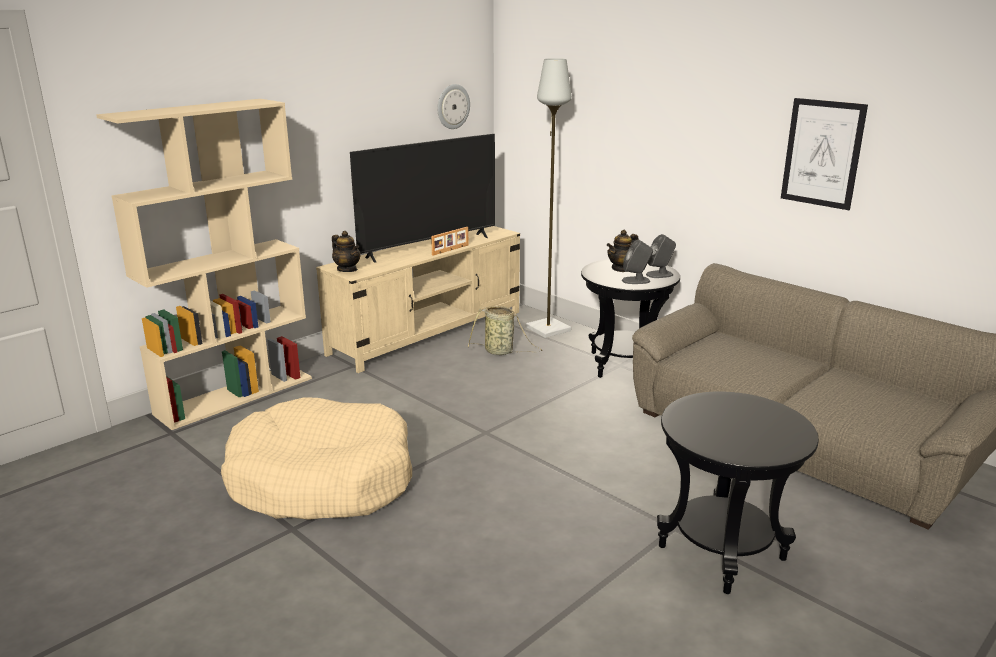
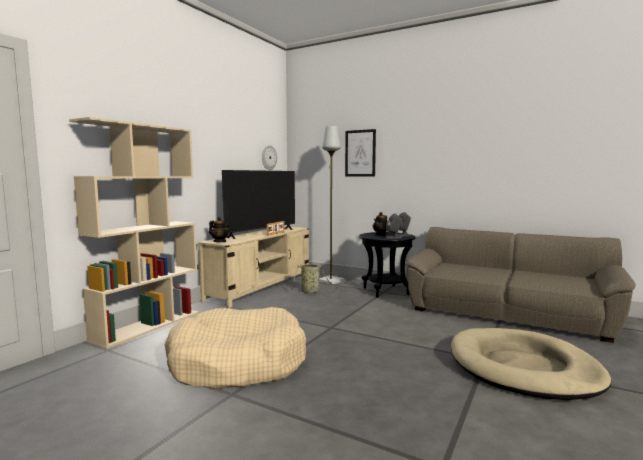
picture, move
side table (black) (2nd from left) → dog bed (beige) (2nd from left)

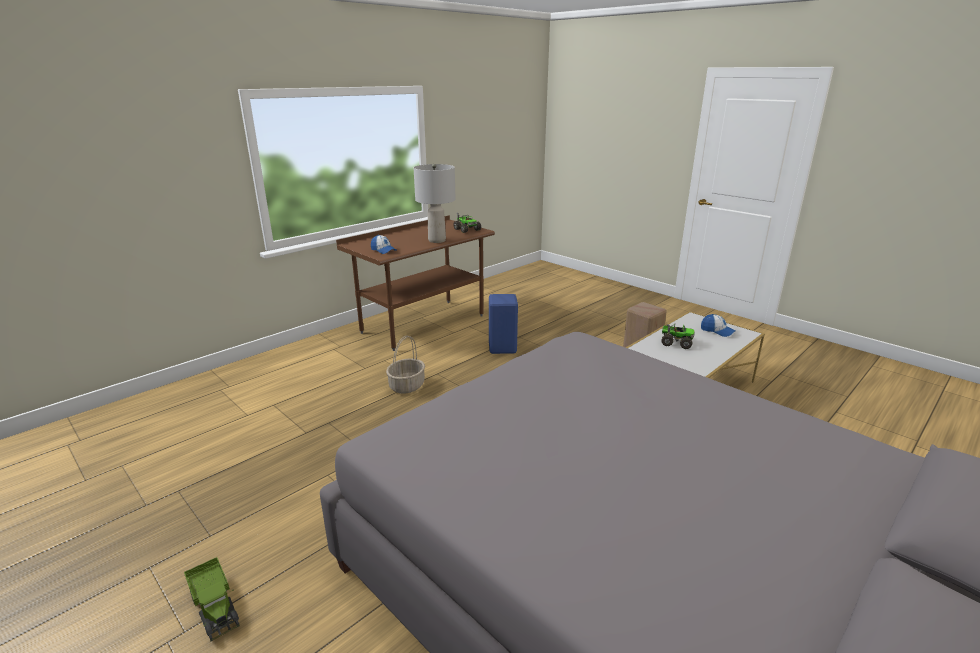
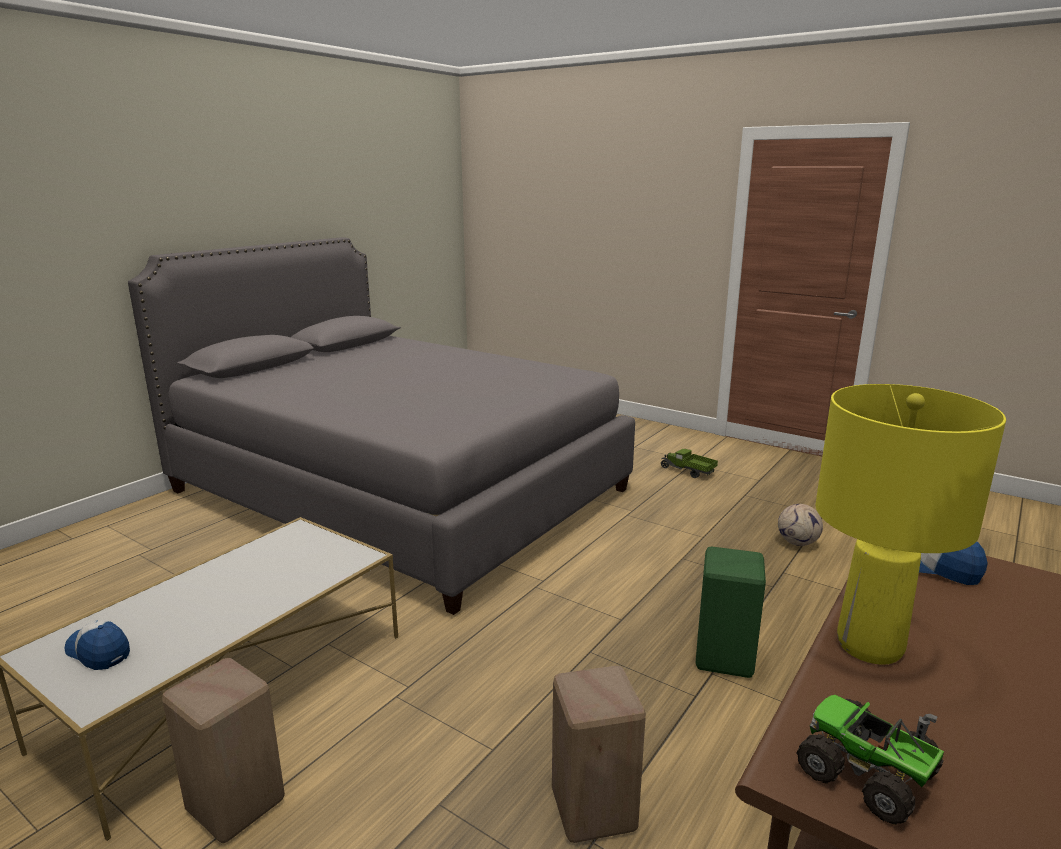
table lamp (grey) → table lamp (yellow)
stool (blue) → stool (beige) (2nd from left)
toy truck (3rd from left) → -
basket → stool (green)
- → football

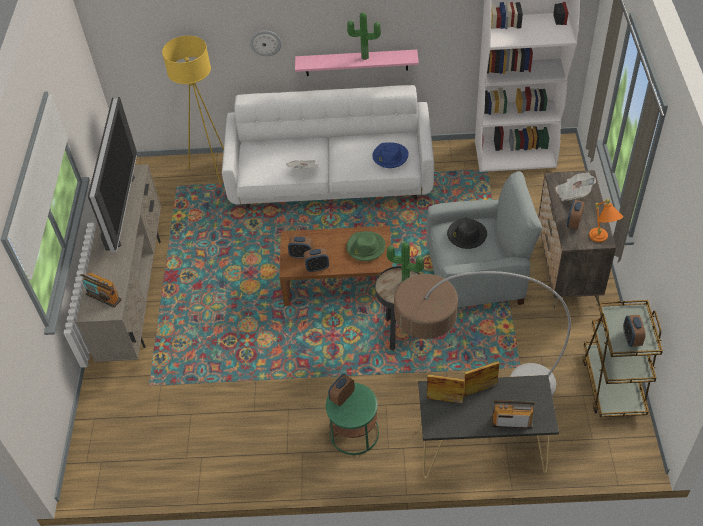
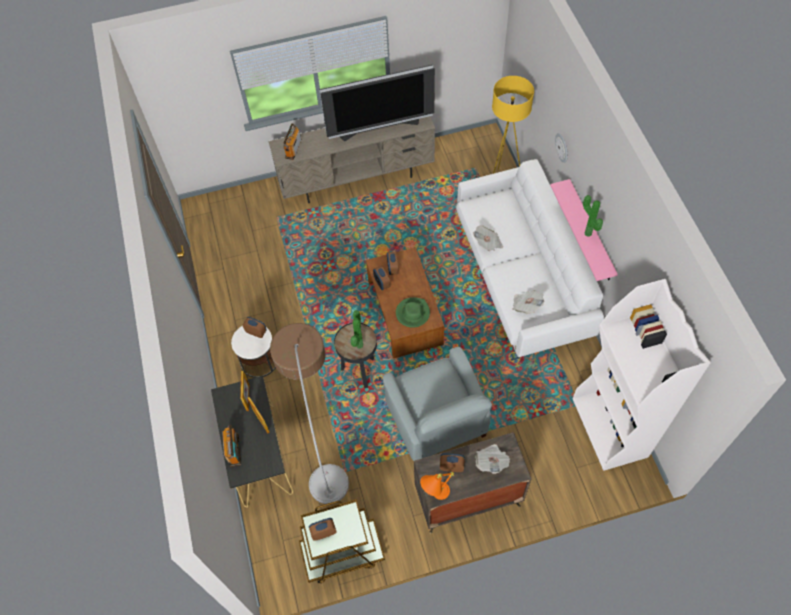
hat (blue) → newspaper (3rd from left)
hat (black) → -
side table (green) → side table (white)

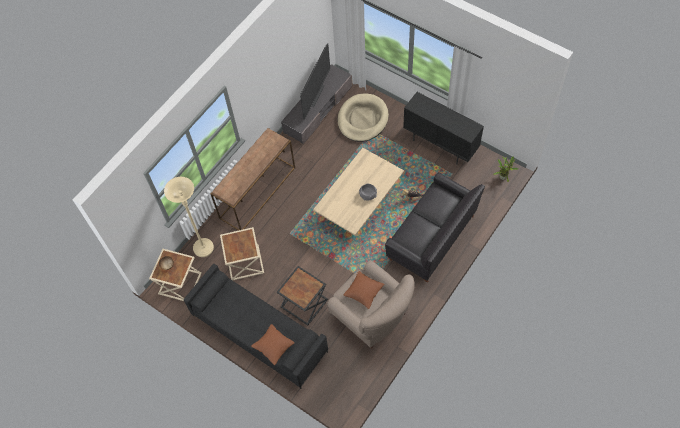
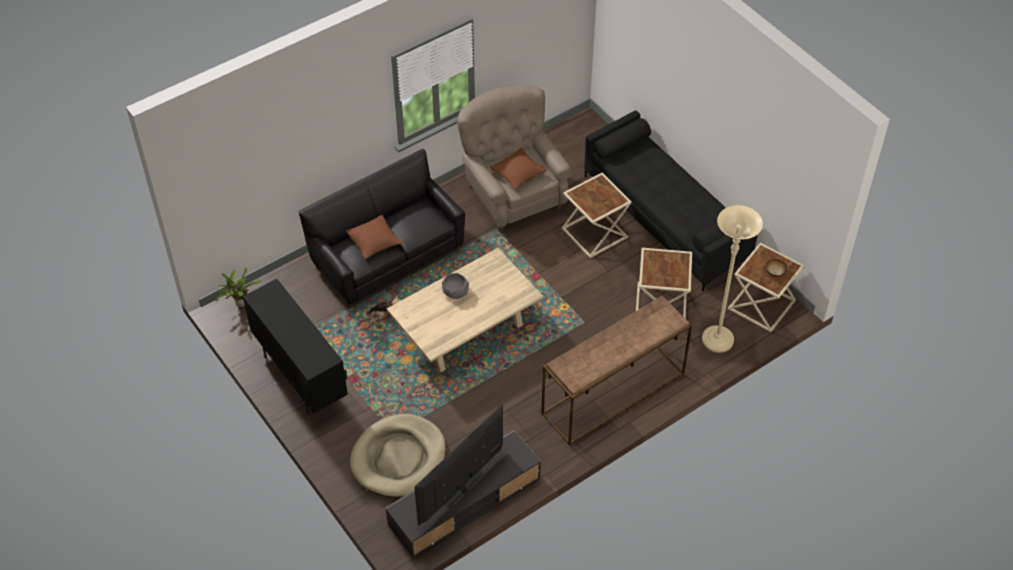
side table (black) → side table (beige) (1st from left)
pillow (brown) (1st from left), move

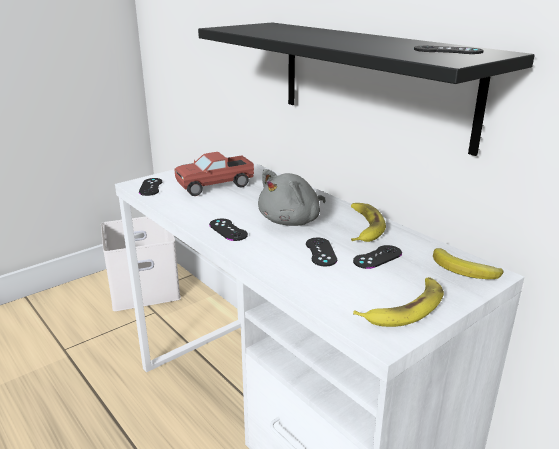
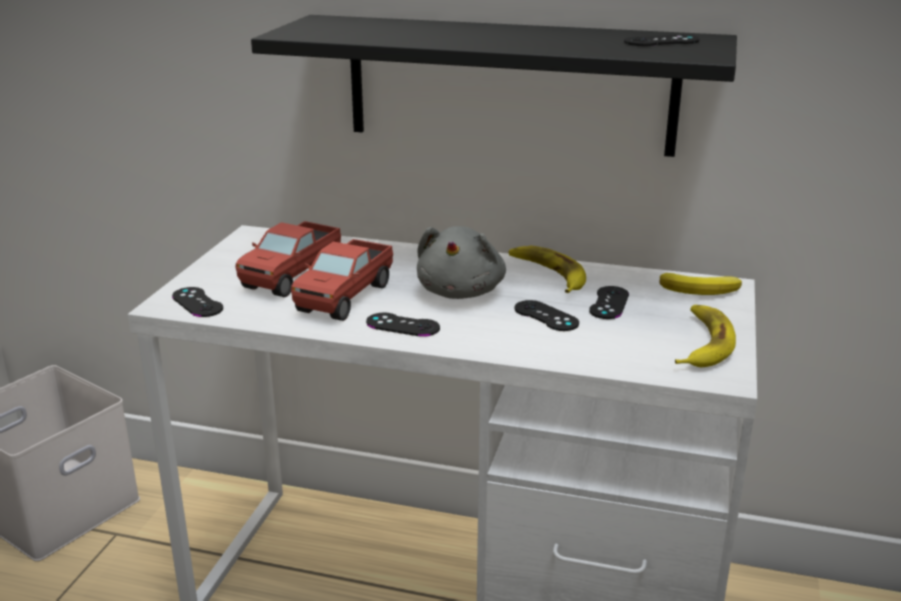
- → toy truck (2nd from left)

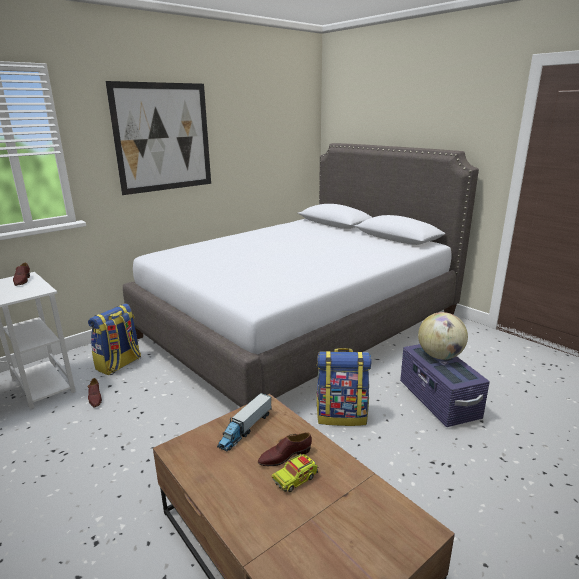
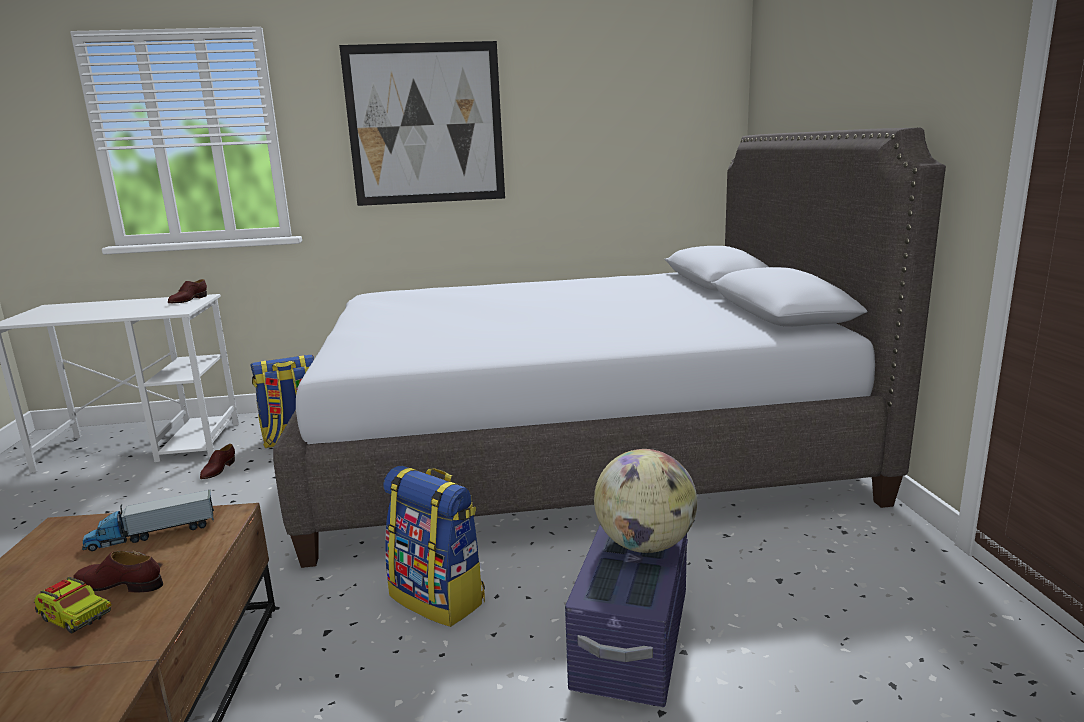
toy truck (2nd from left in the first image) → toy truck (1st from left), 150 degrees counterclockwise

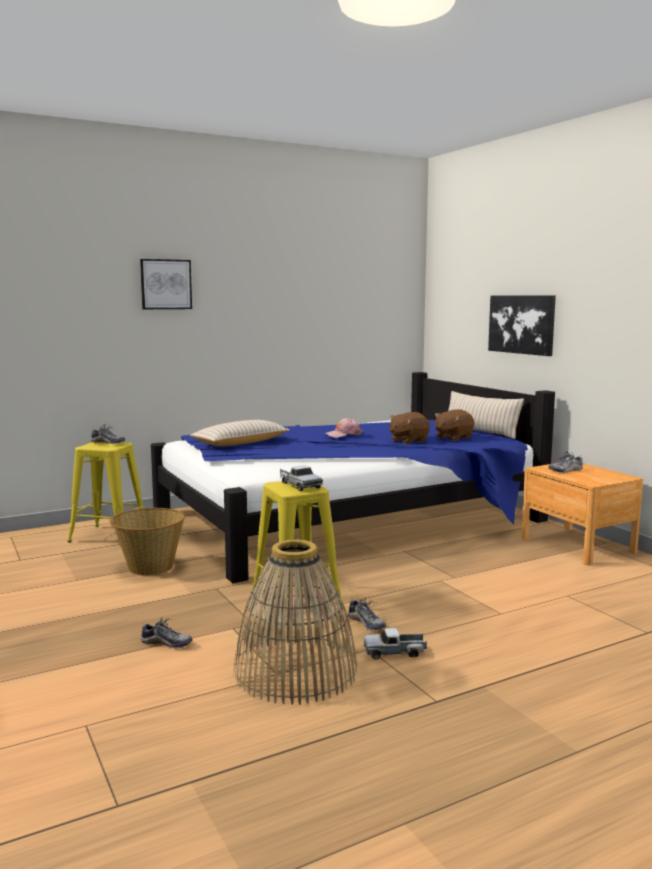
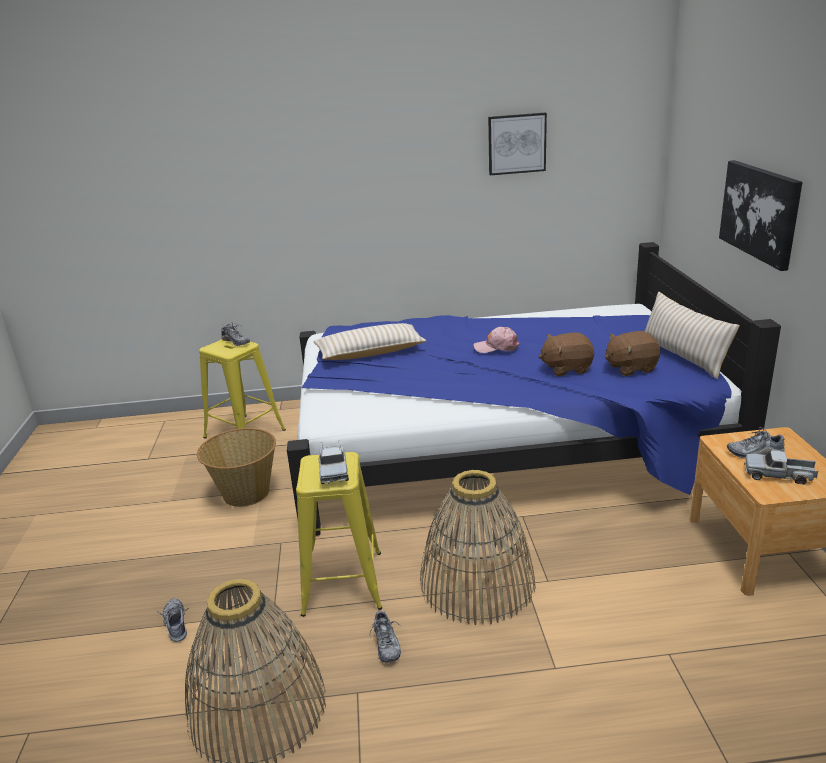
picture (1st from left), move
shoe (2nd from left in the first image) → shoe (1st from left), 150 degrees counterclockwise
toy truck (2nd from left), move
- → basket (3rd from left)

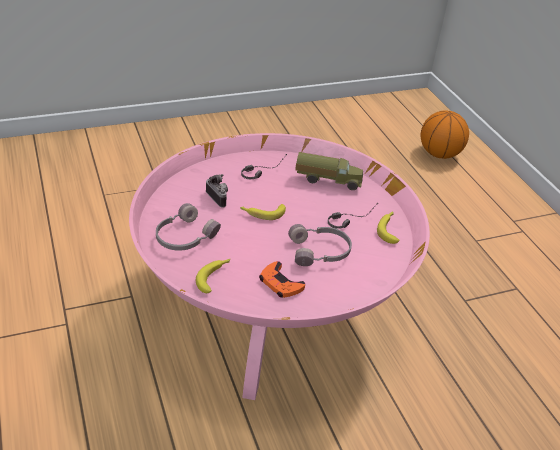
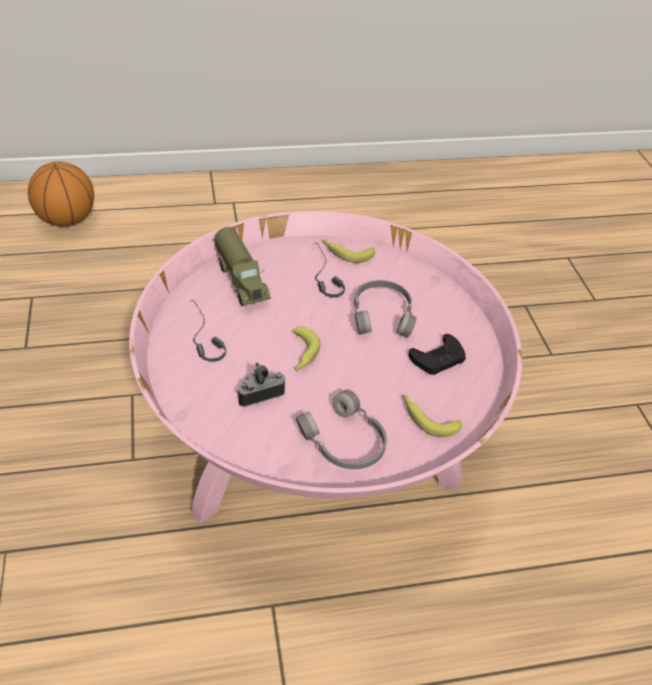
toy truck, 135 degrees clockwise
game controller (orange) → game controller (black)

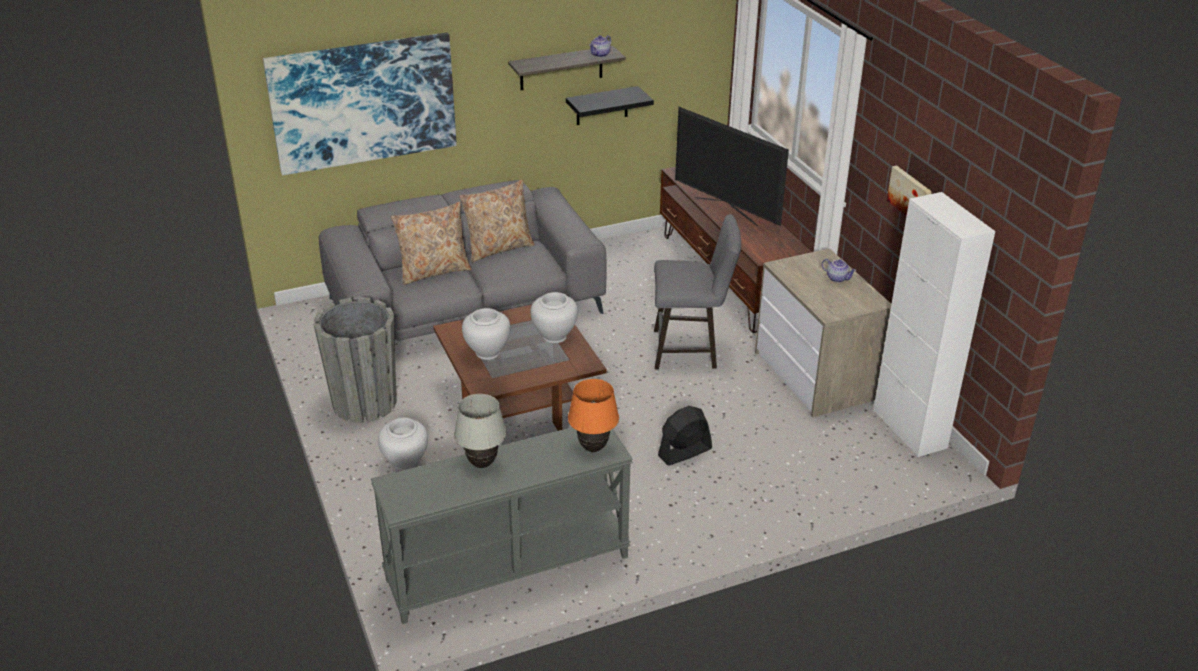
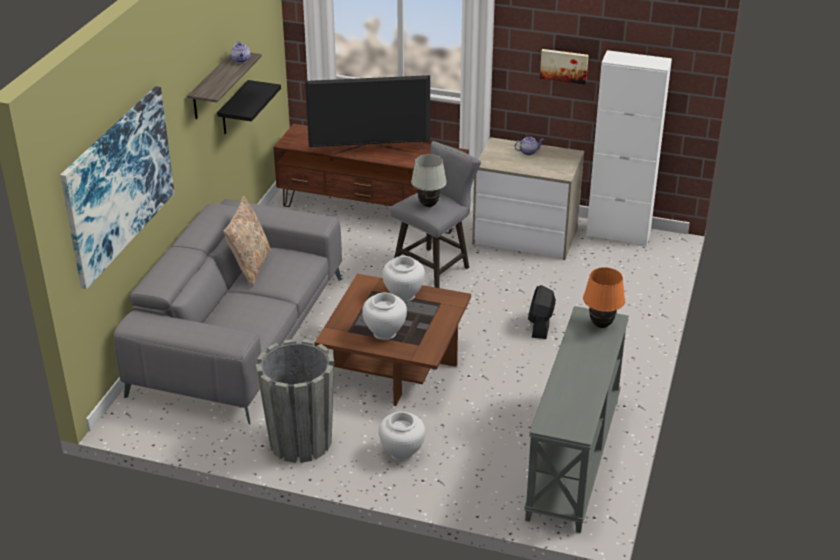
pillow (beige) (1st from left) → -
table lamp (white), move

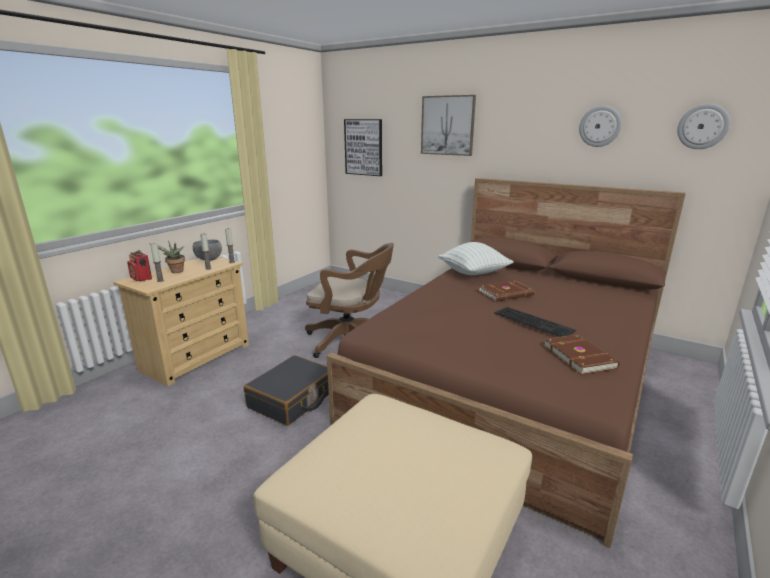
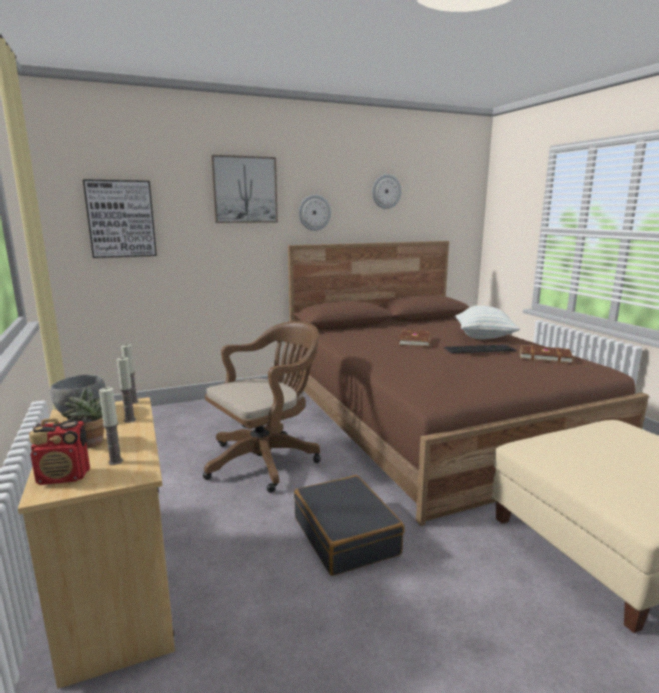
wall clock (2nd from left in the first image) → wall clock (1st from left), move
pillow, move

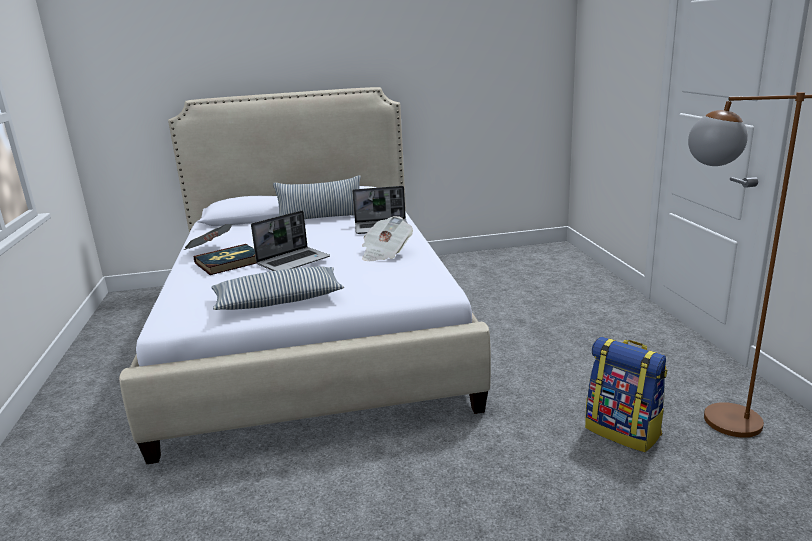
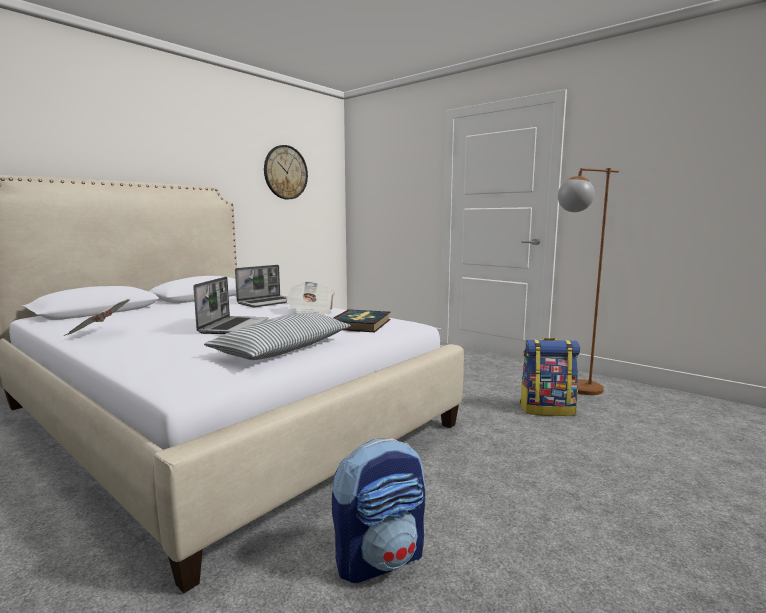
pillow (2nd from left) → -
book, move
- → wall clock
- → backpack (1st from left)

